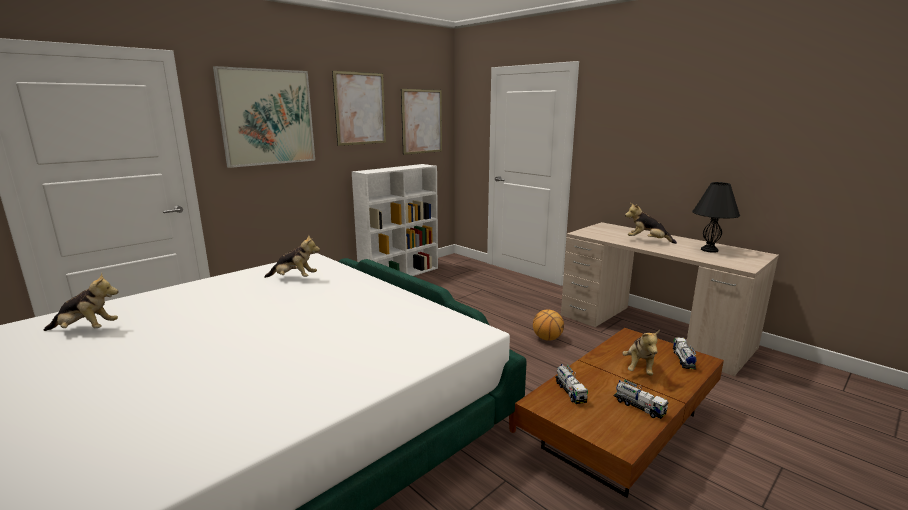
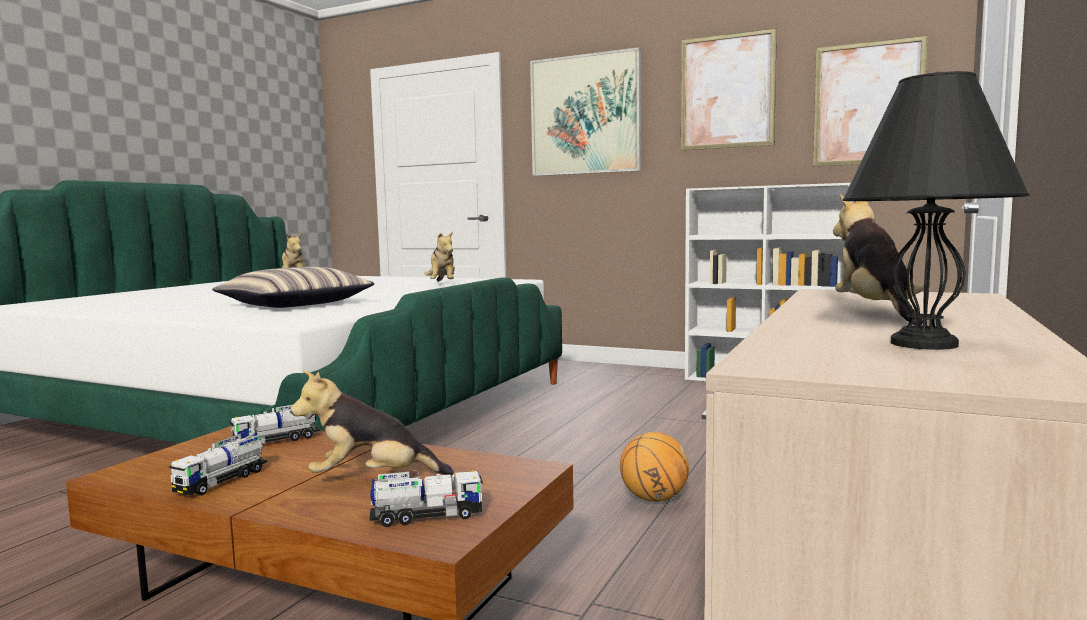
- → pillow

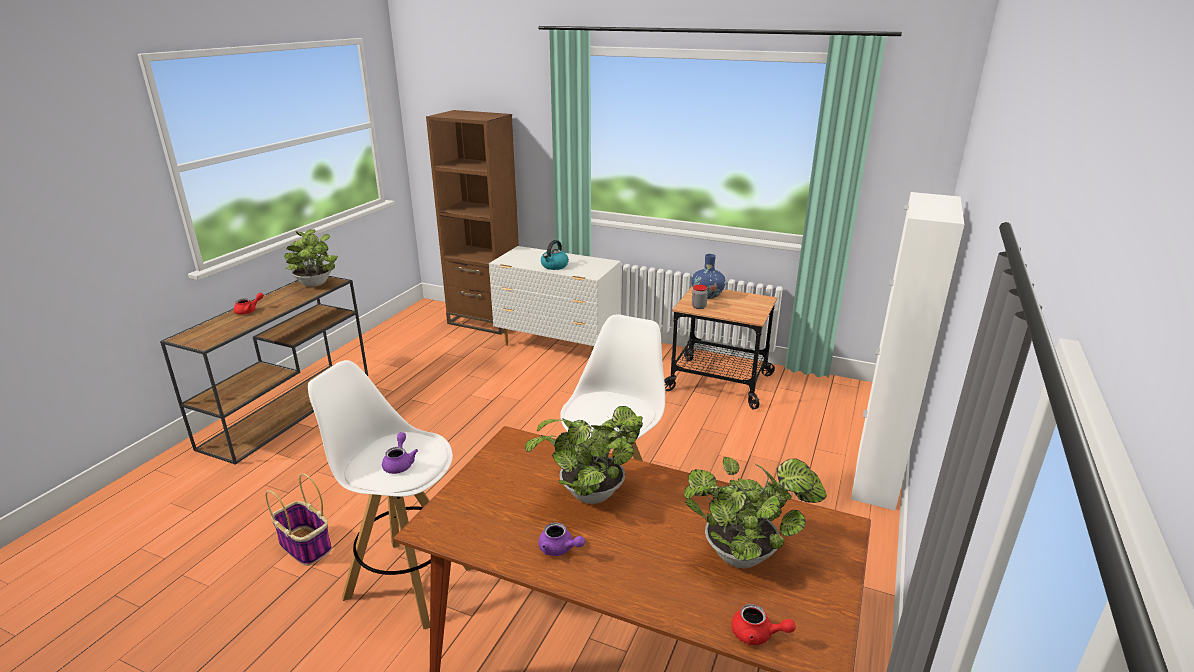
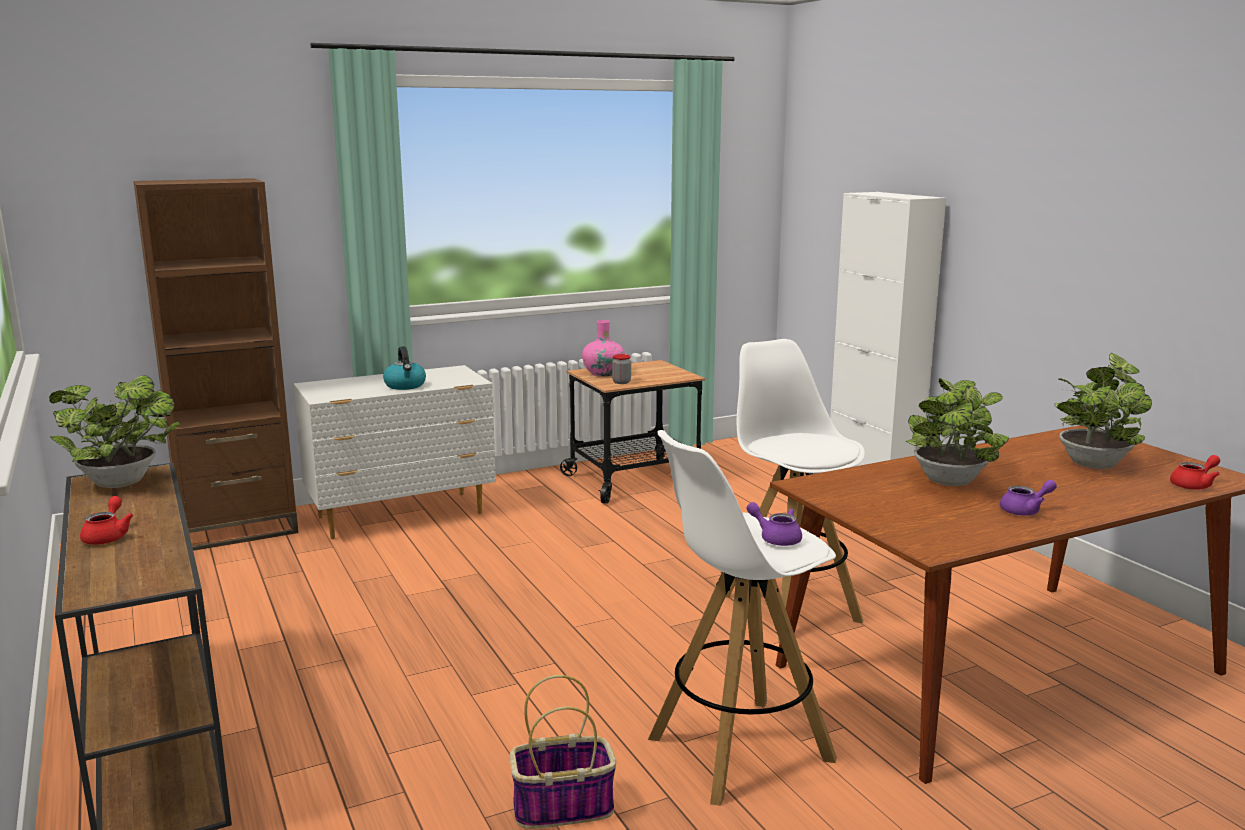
vase (blue) → vase (pink)

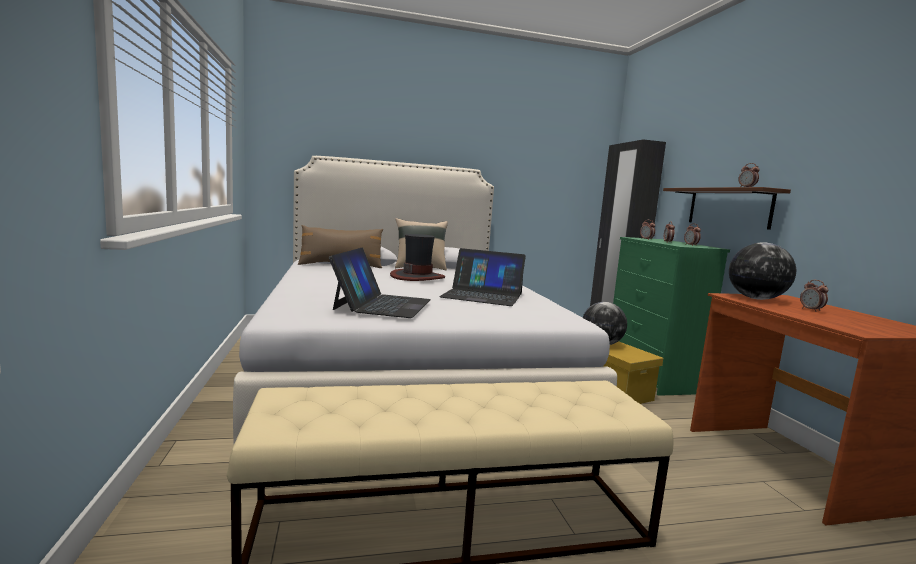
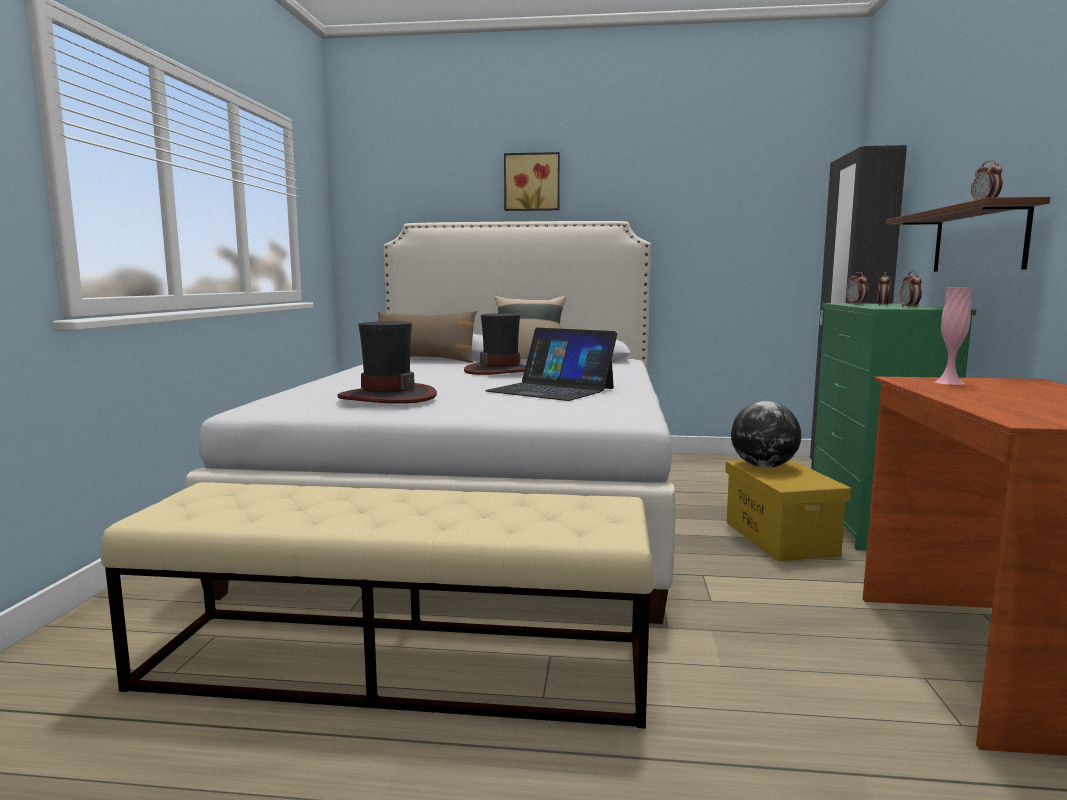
globe (2nd from left) → vase (pink)
laptop (1st from left) → hat (1st from left)
alarm clock (5th from left) → -
- → picture

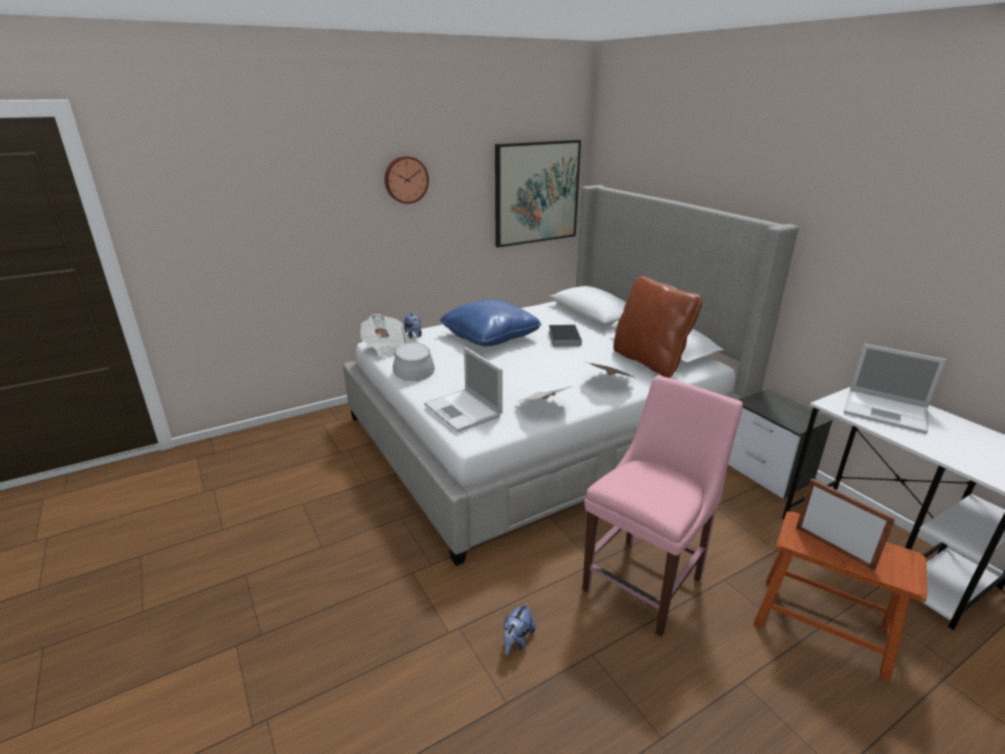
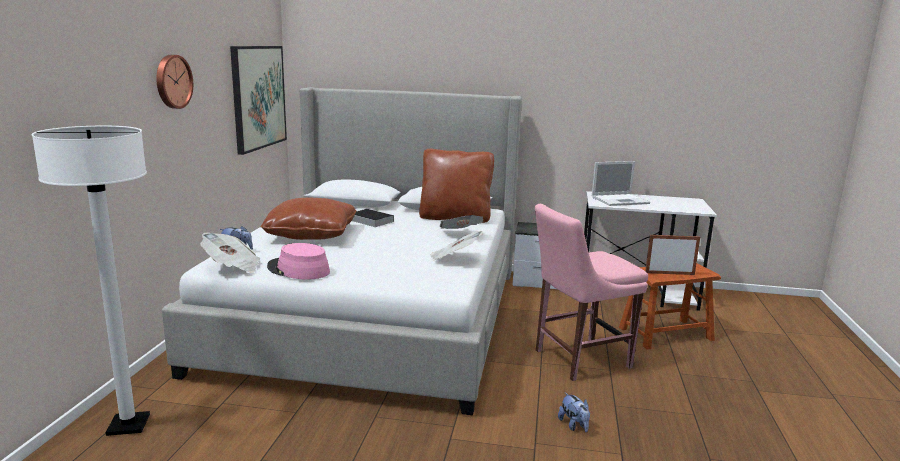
pillow (blue) → pillow (brown) (1st from left)
hat (grey) → hat (pink)
laptop (1st from left) → -
chair (pink), 105 degrees counterclockwise
- → floor lamp (white)

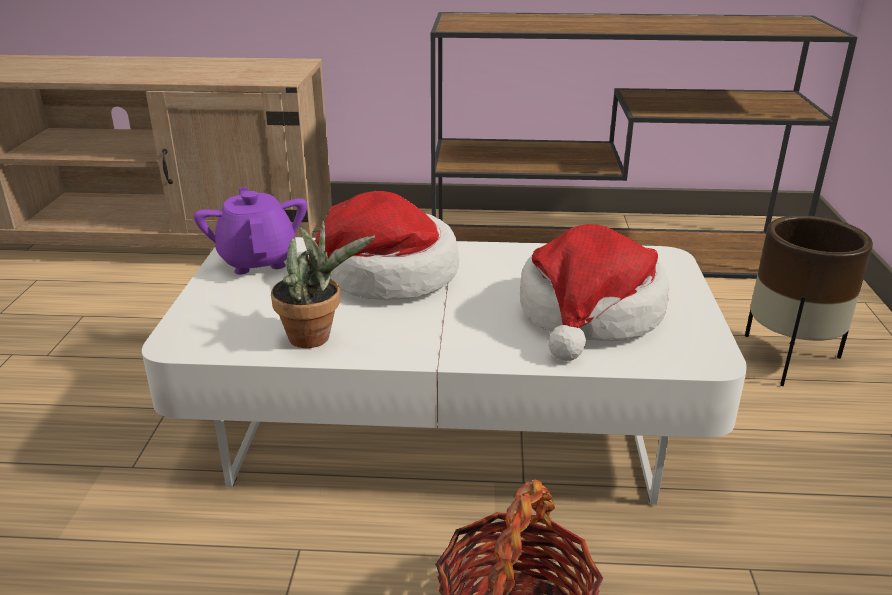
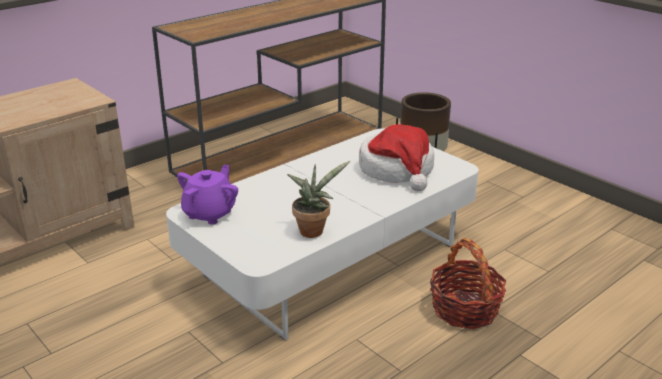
teapot (purple), 90 degrees clockwise
hat (1st from left) → -

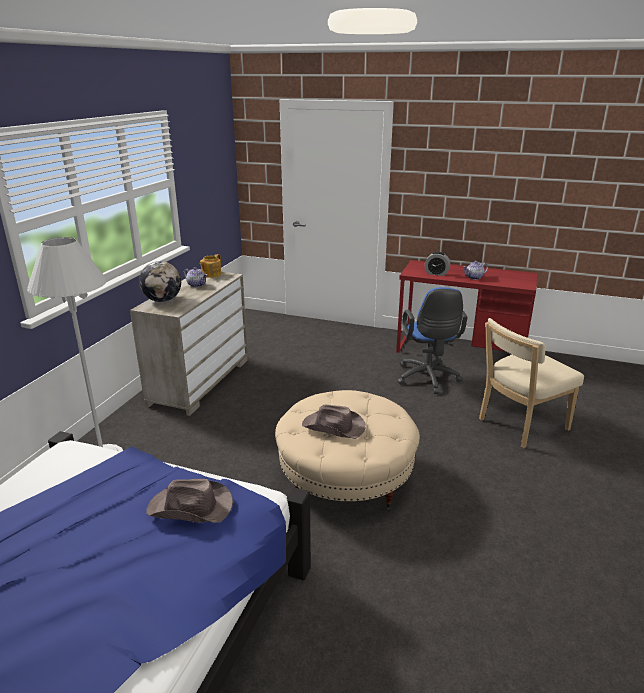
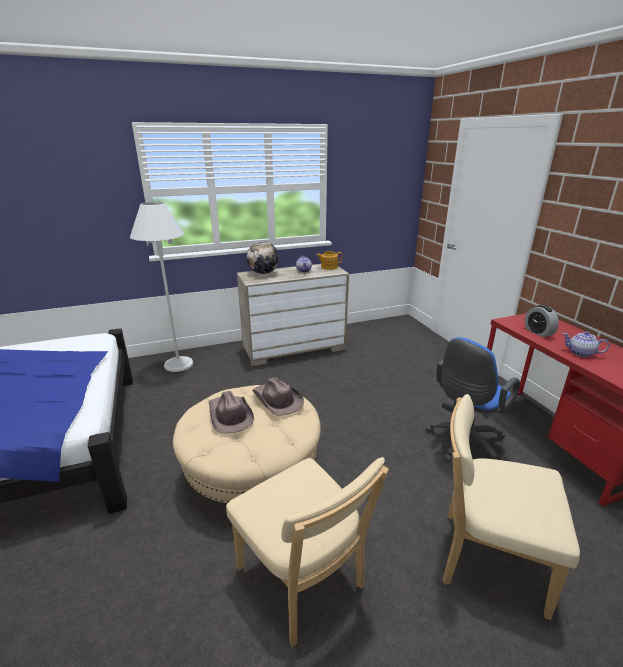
hat (brown) (1st from left in the first image) → hat (brown) (2nd from left), move
- → chair (beige) (1st from left)

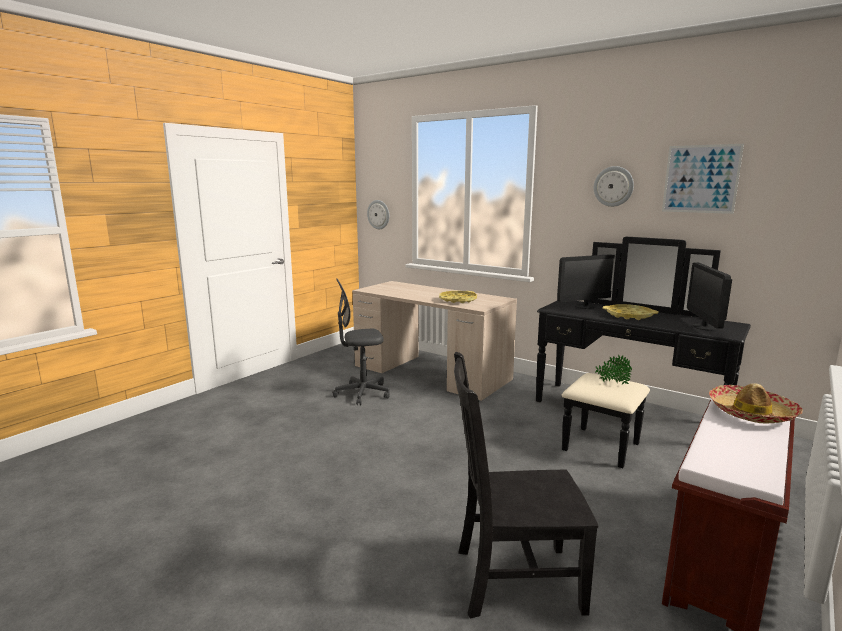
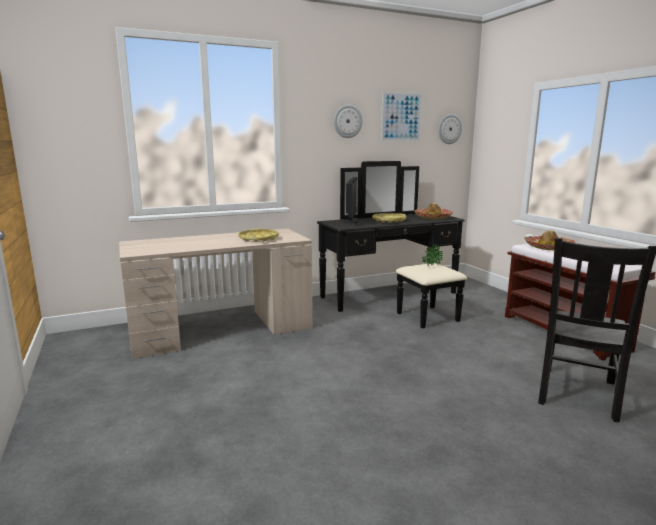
wall clock (1st from left in the first image) → wall clock (2nd from left), move
monitor (2nd from left) → hat (1st from left)
office chair (grey) → -

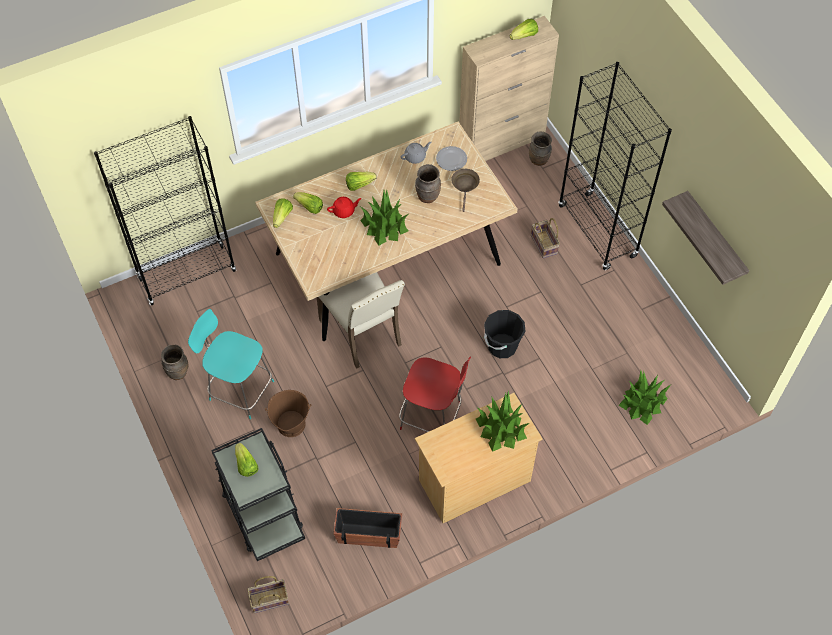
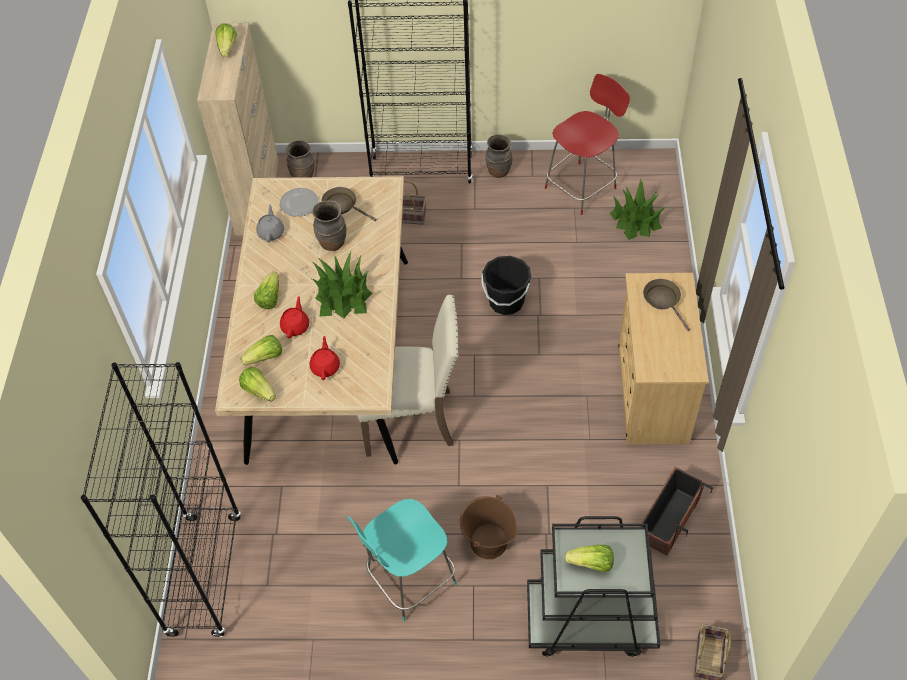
shelf → -
vase (brown) (1st from left in the first image) → vase (brown) (3rd from left), move
chair (red), move
potted plant (2nd from left) → frying pan (brown) (2nd from left)
- → teapot (red) (2nd from left)

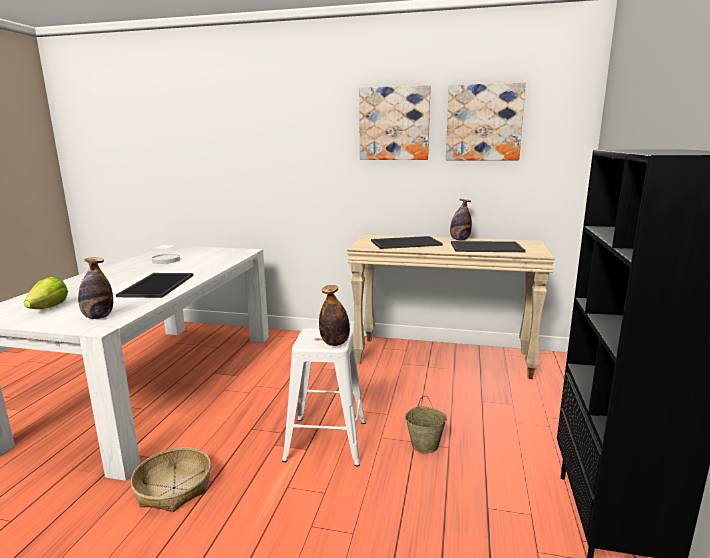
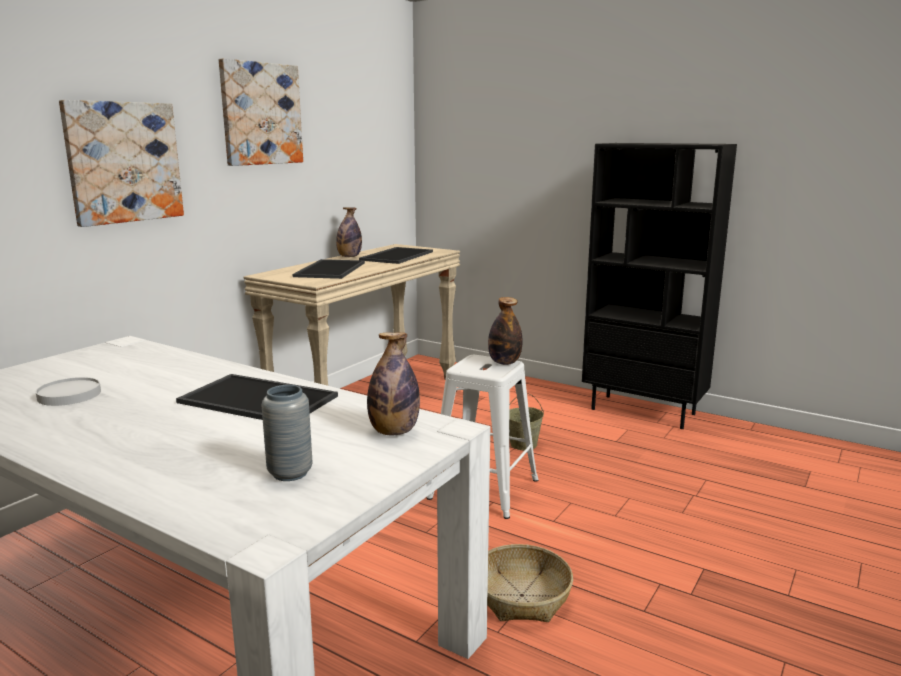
picture (2nd from left in the first image) → picture (1st from left), move
lettuce → vase (grey)

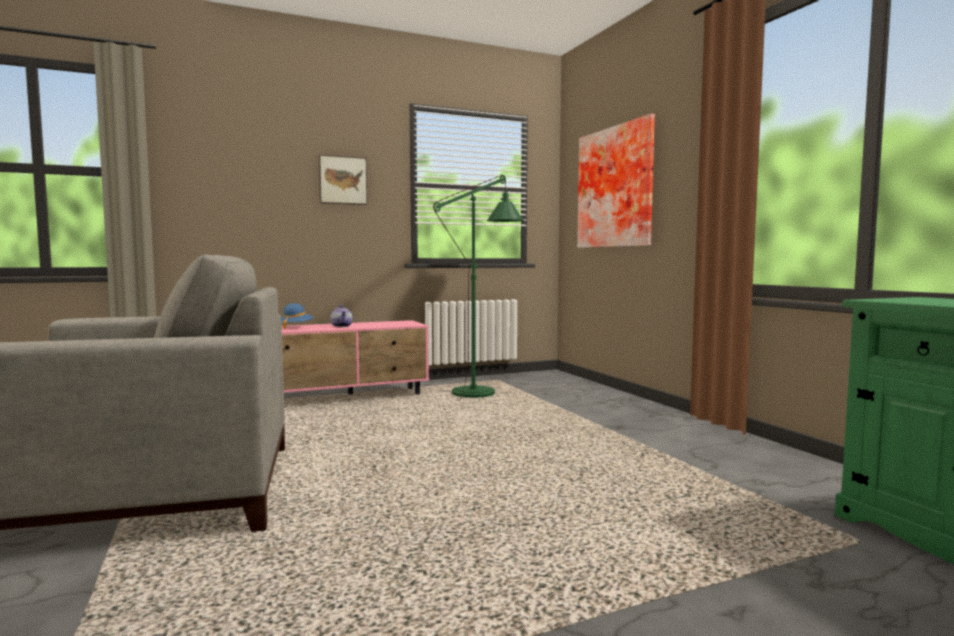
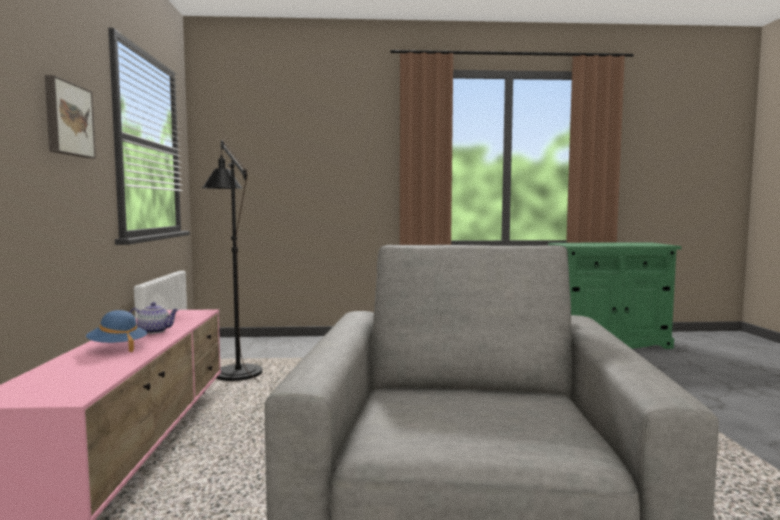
picture (2nd from left) → -
floor lamp (green) → floor lamp (black)

